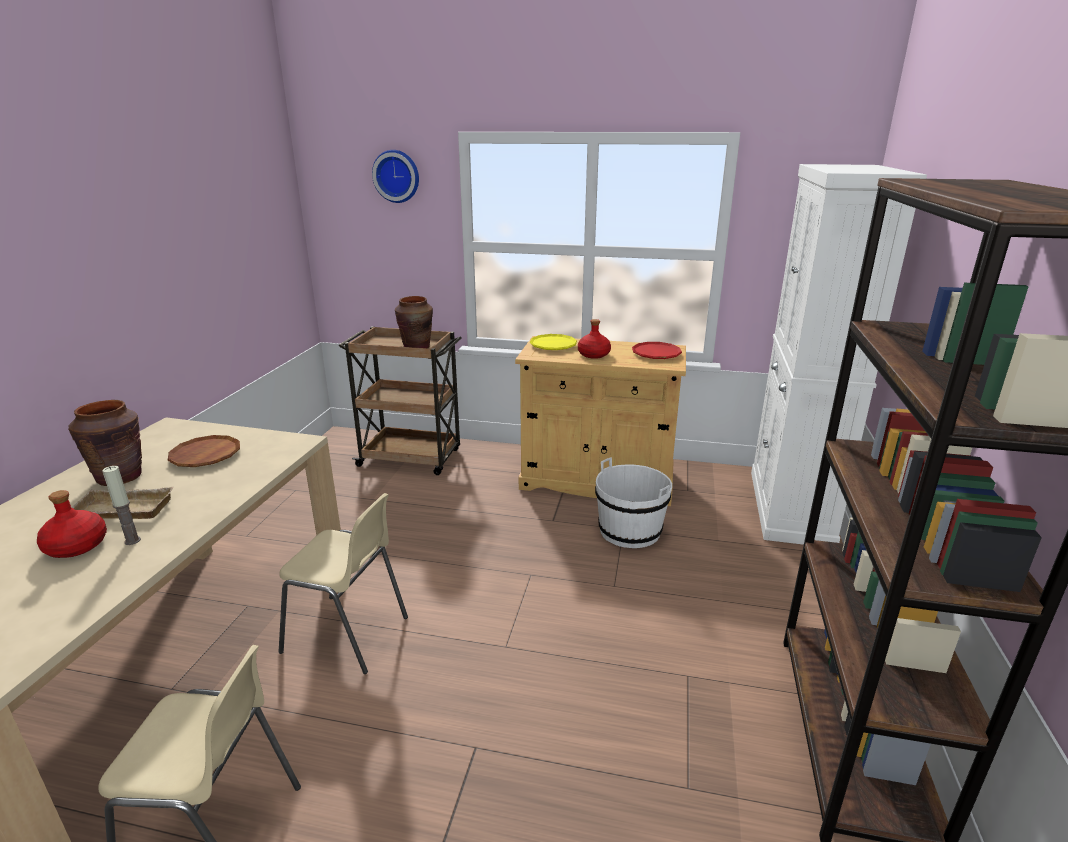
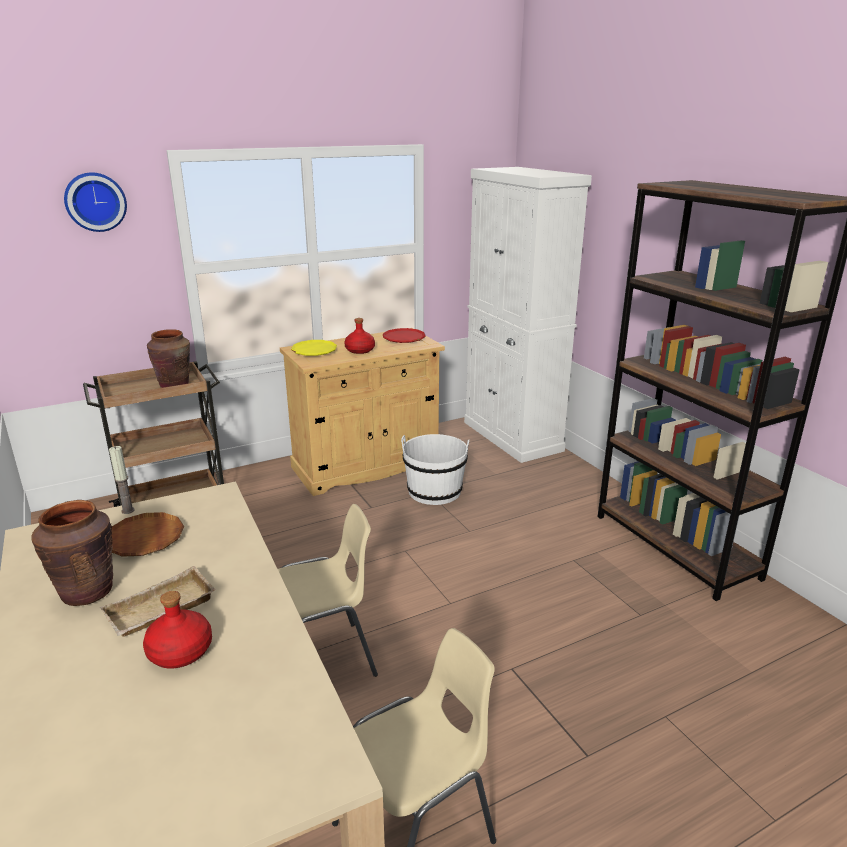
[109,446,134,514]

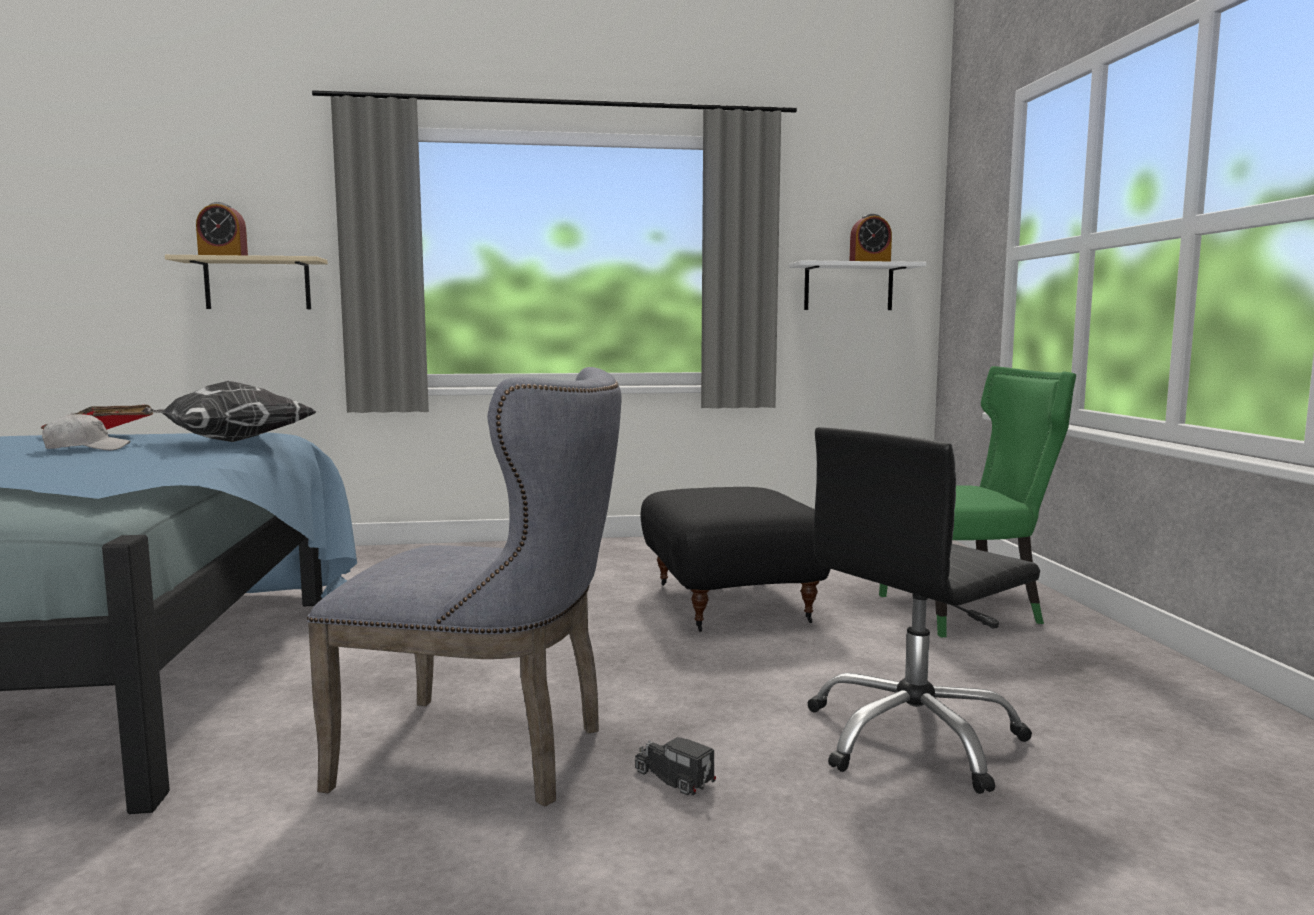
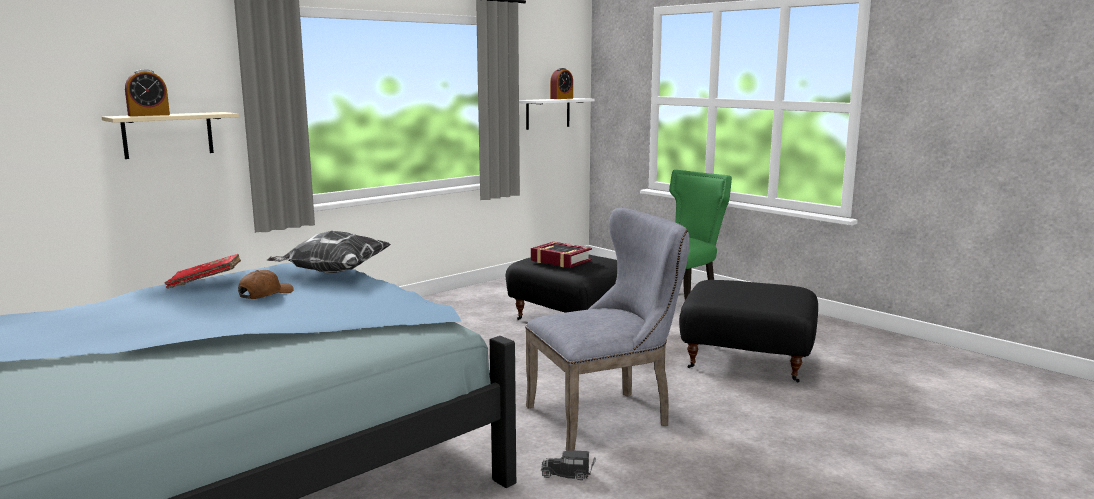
[531,242,592,268]
[541,450,596,480]
[679,280,818,382]
[238,270,294,299]

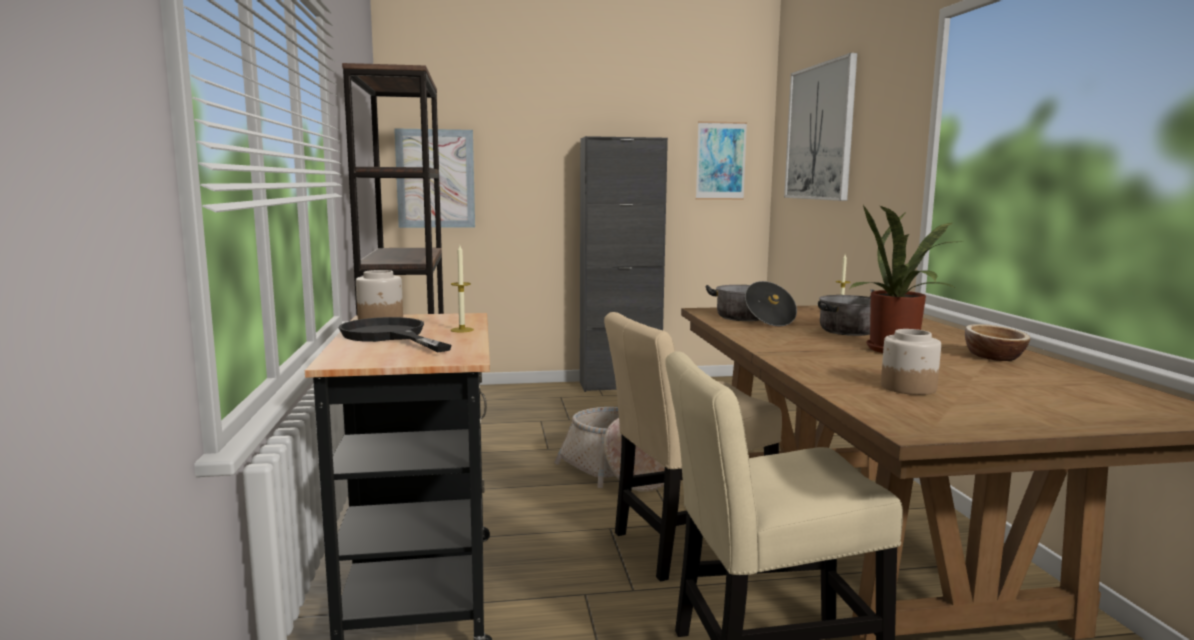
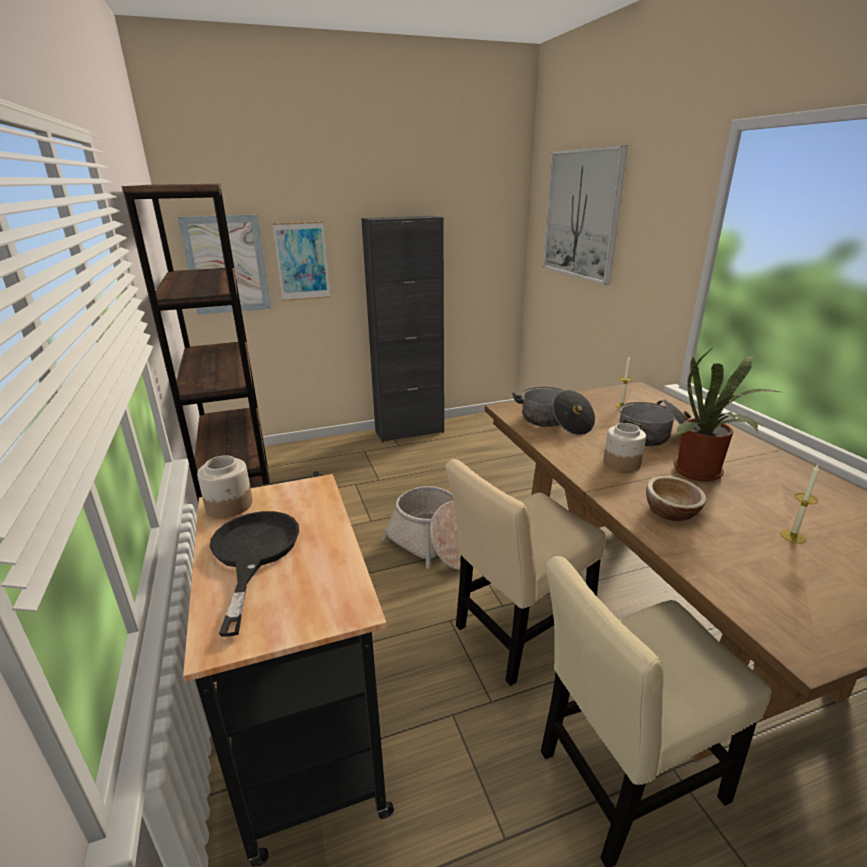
[780,465,819,543]
[272,221,330,301]
[604,423,646,472]
[646,476,706,521]
[210,511,299,637]

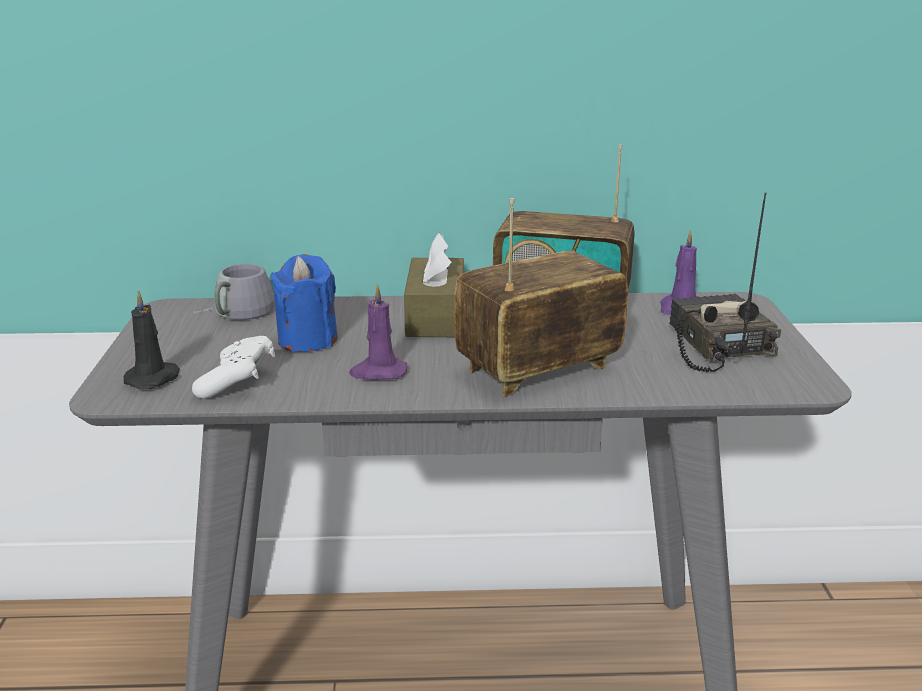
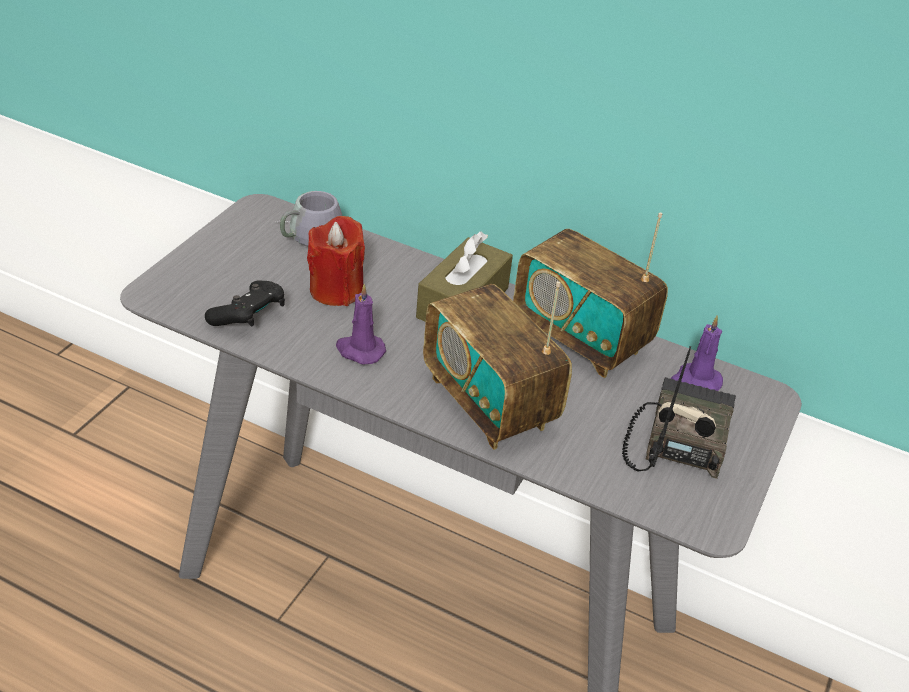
[123,290,180,390] (first image)
[205,281,285,326]
[307,216,365,306]
[423,281,572,450]

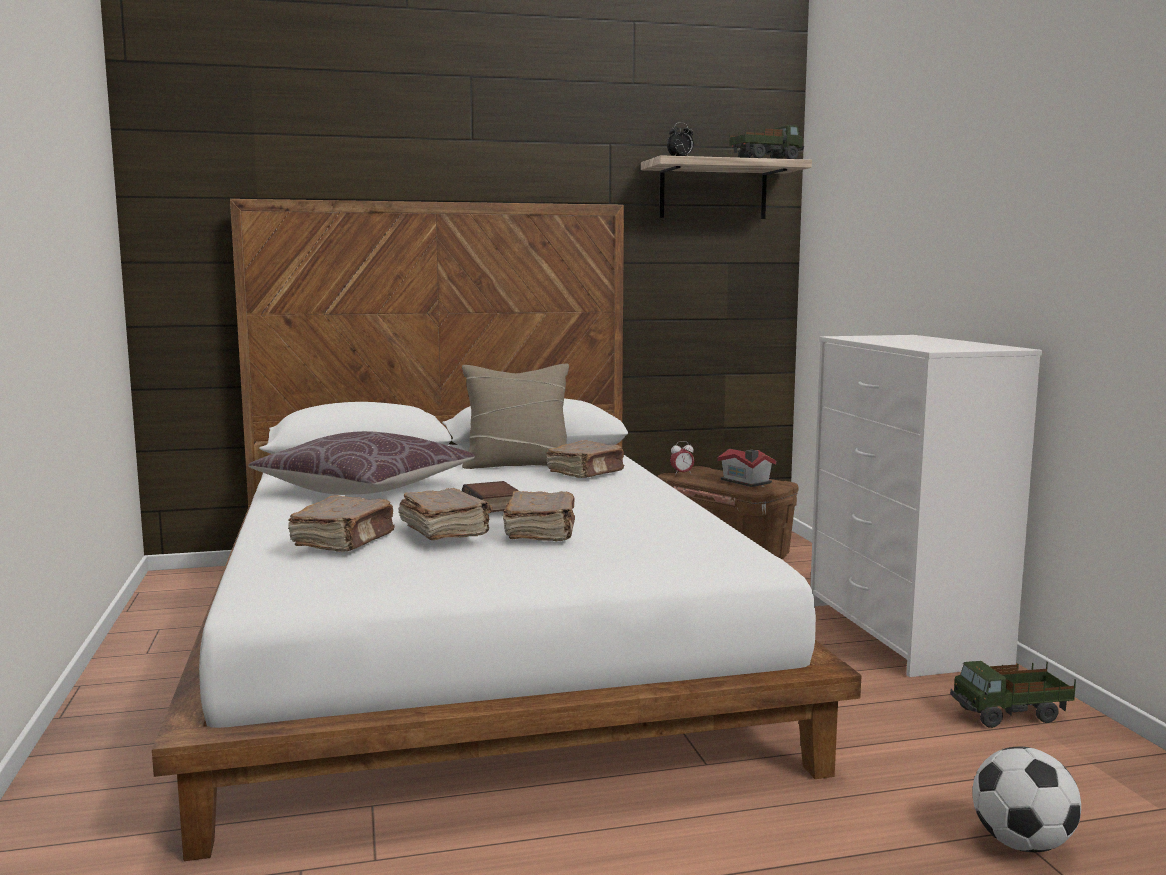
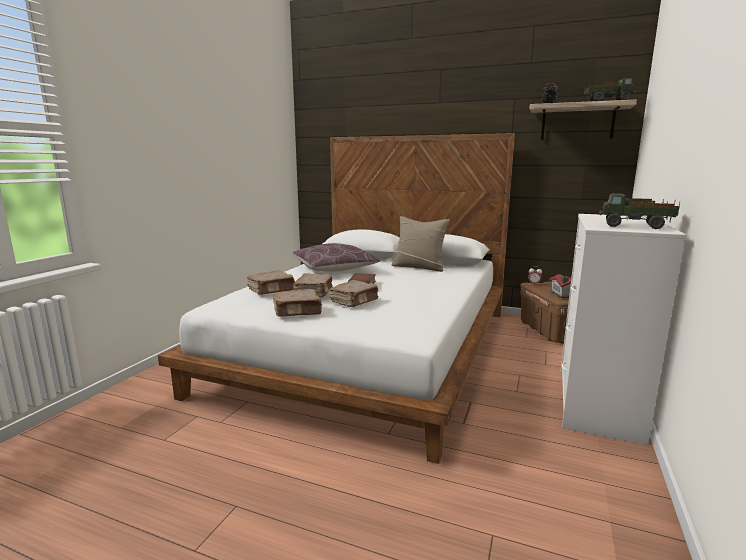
[972,747,1081,852] (first image)
[273,289,322,317]
[599,193,680,229]

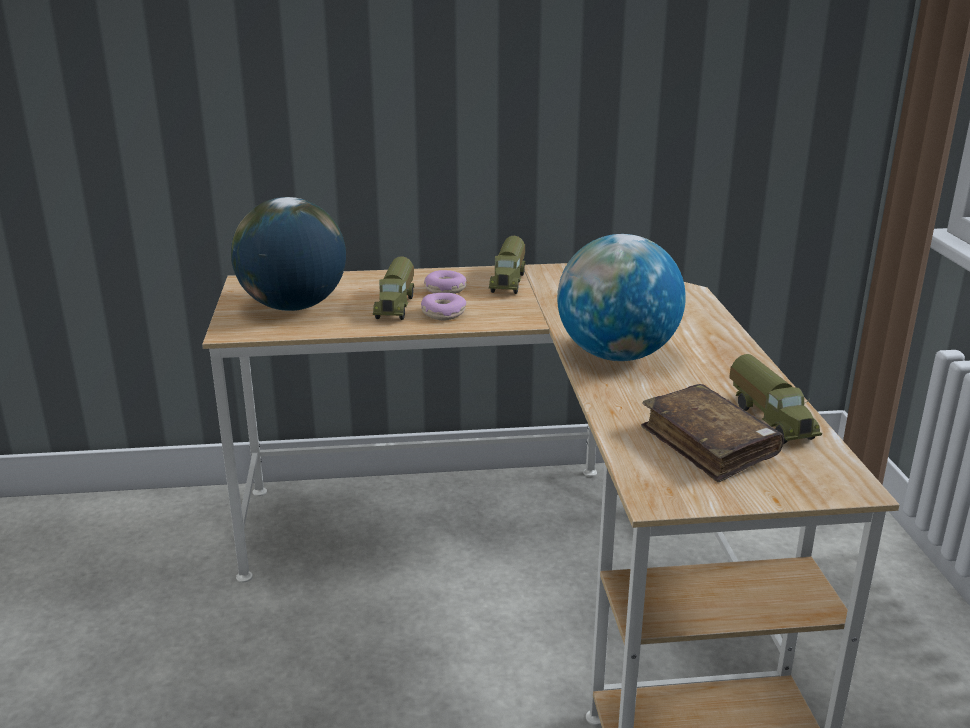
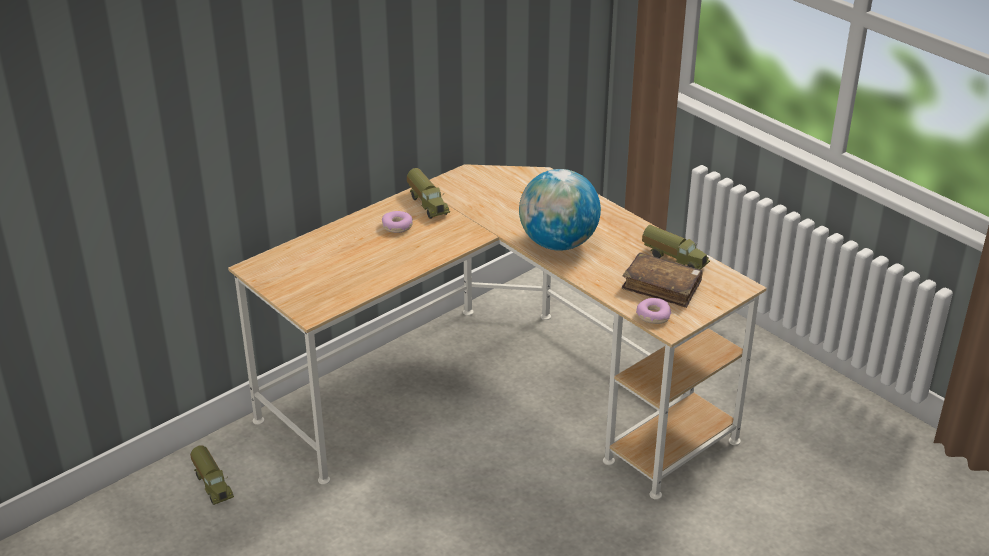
[231,197,346,311] (first image)
[190,445,234,505]
[636,298,671,324]

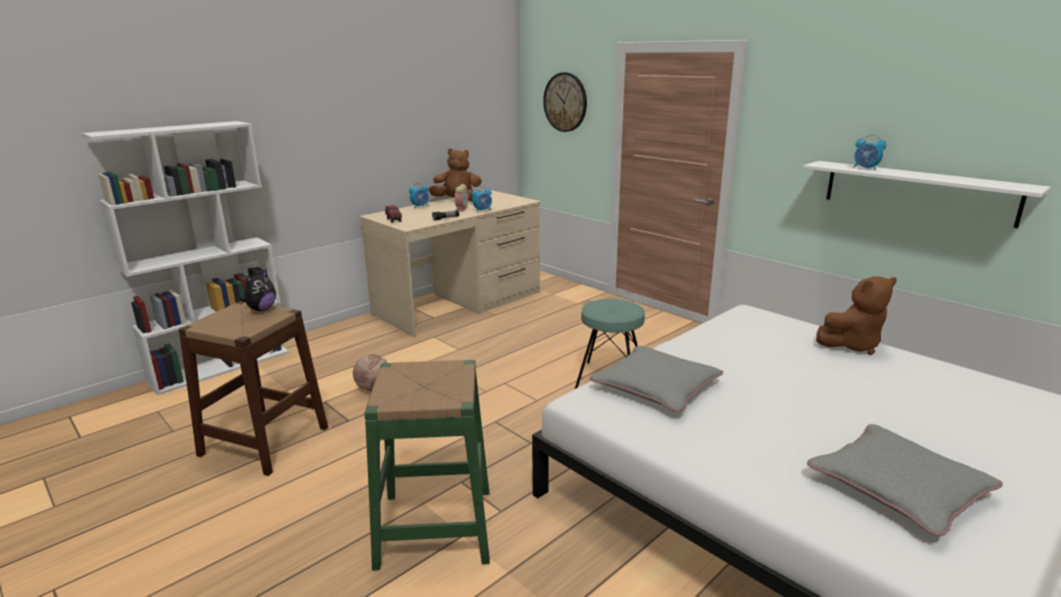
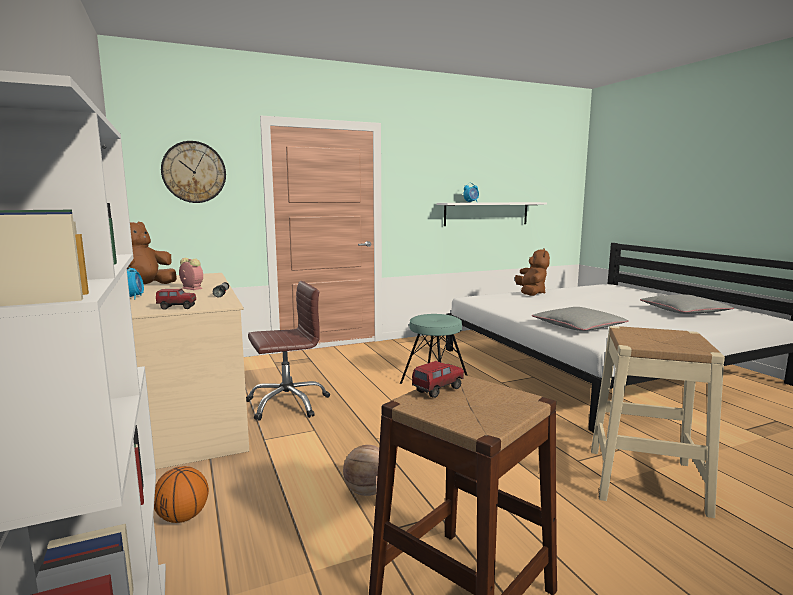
[472,186,492,212] (first image)
[154,466,209,523]
[246,281,330,421]
[412,361,464,398]
[591,326,725,518]

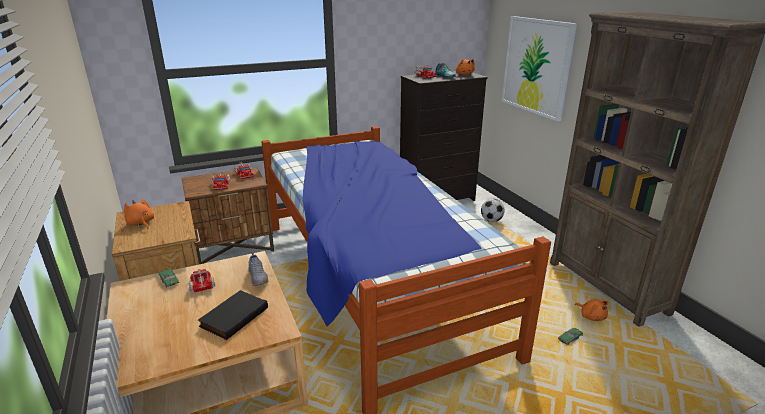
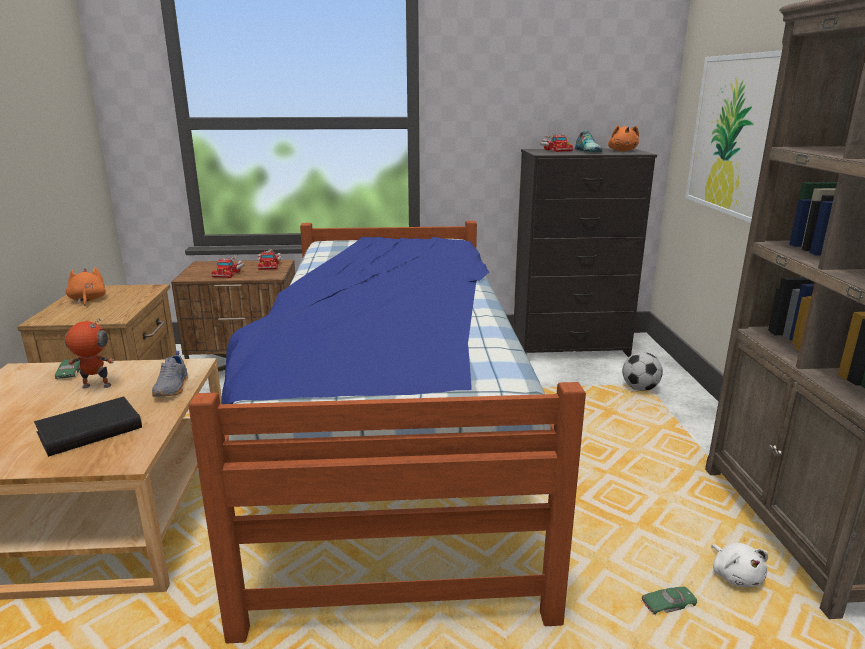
[65,318,114,388]
[711,543,768,587]

